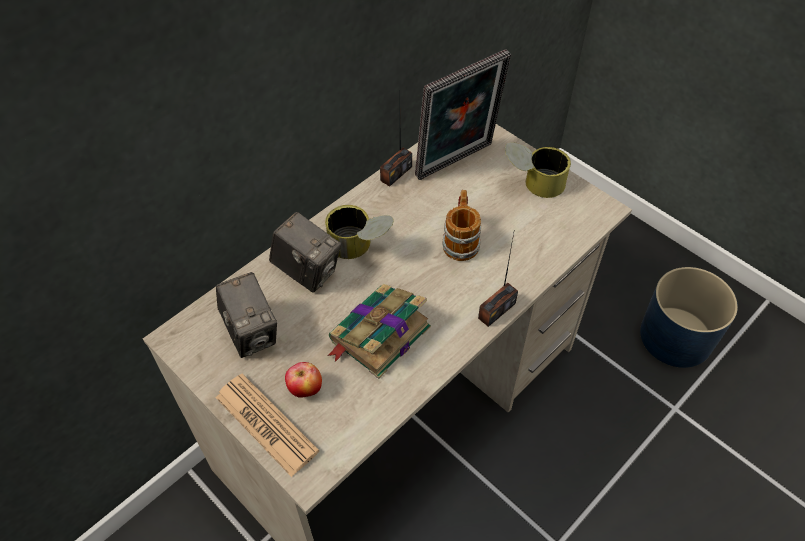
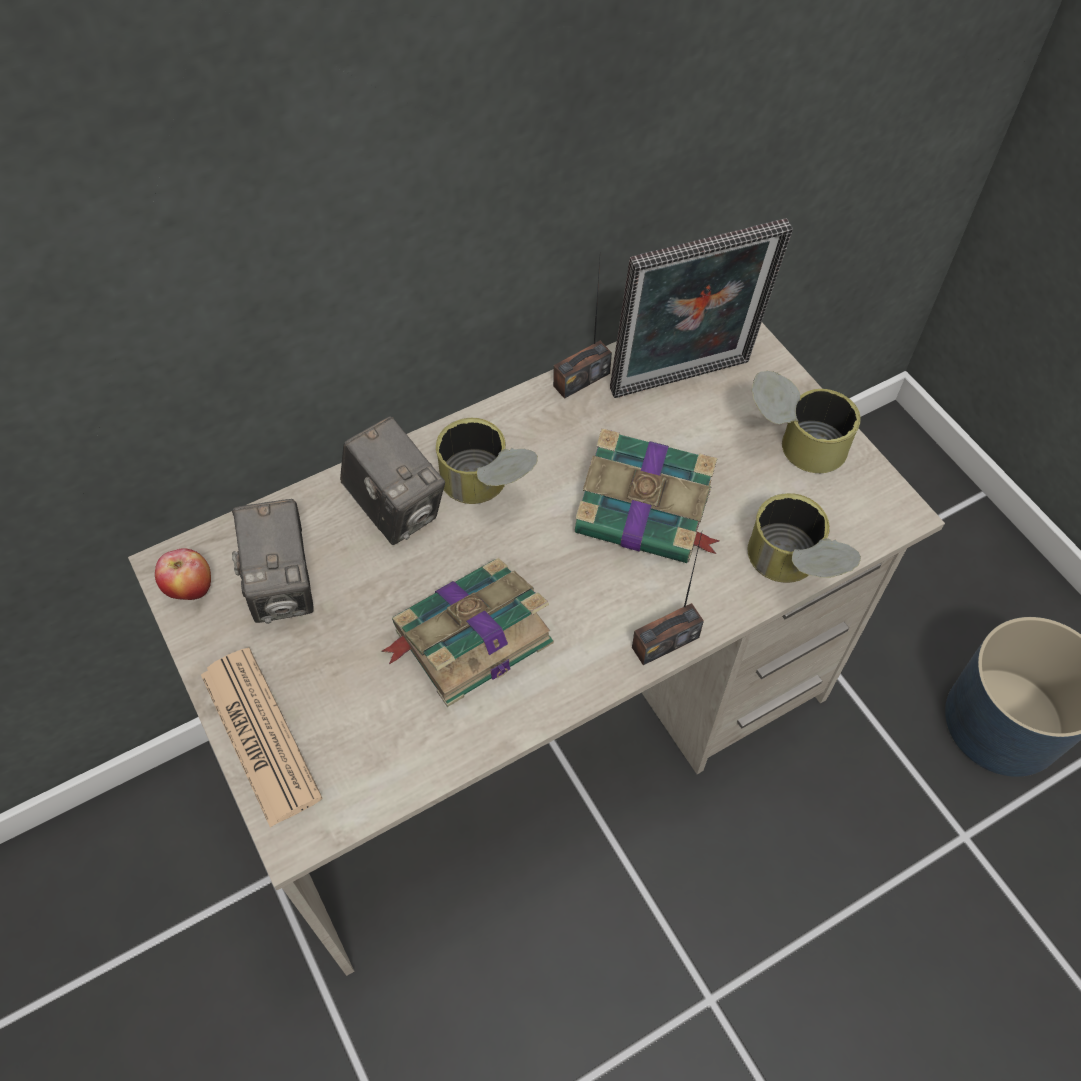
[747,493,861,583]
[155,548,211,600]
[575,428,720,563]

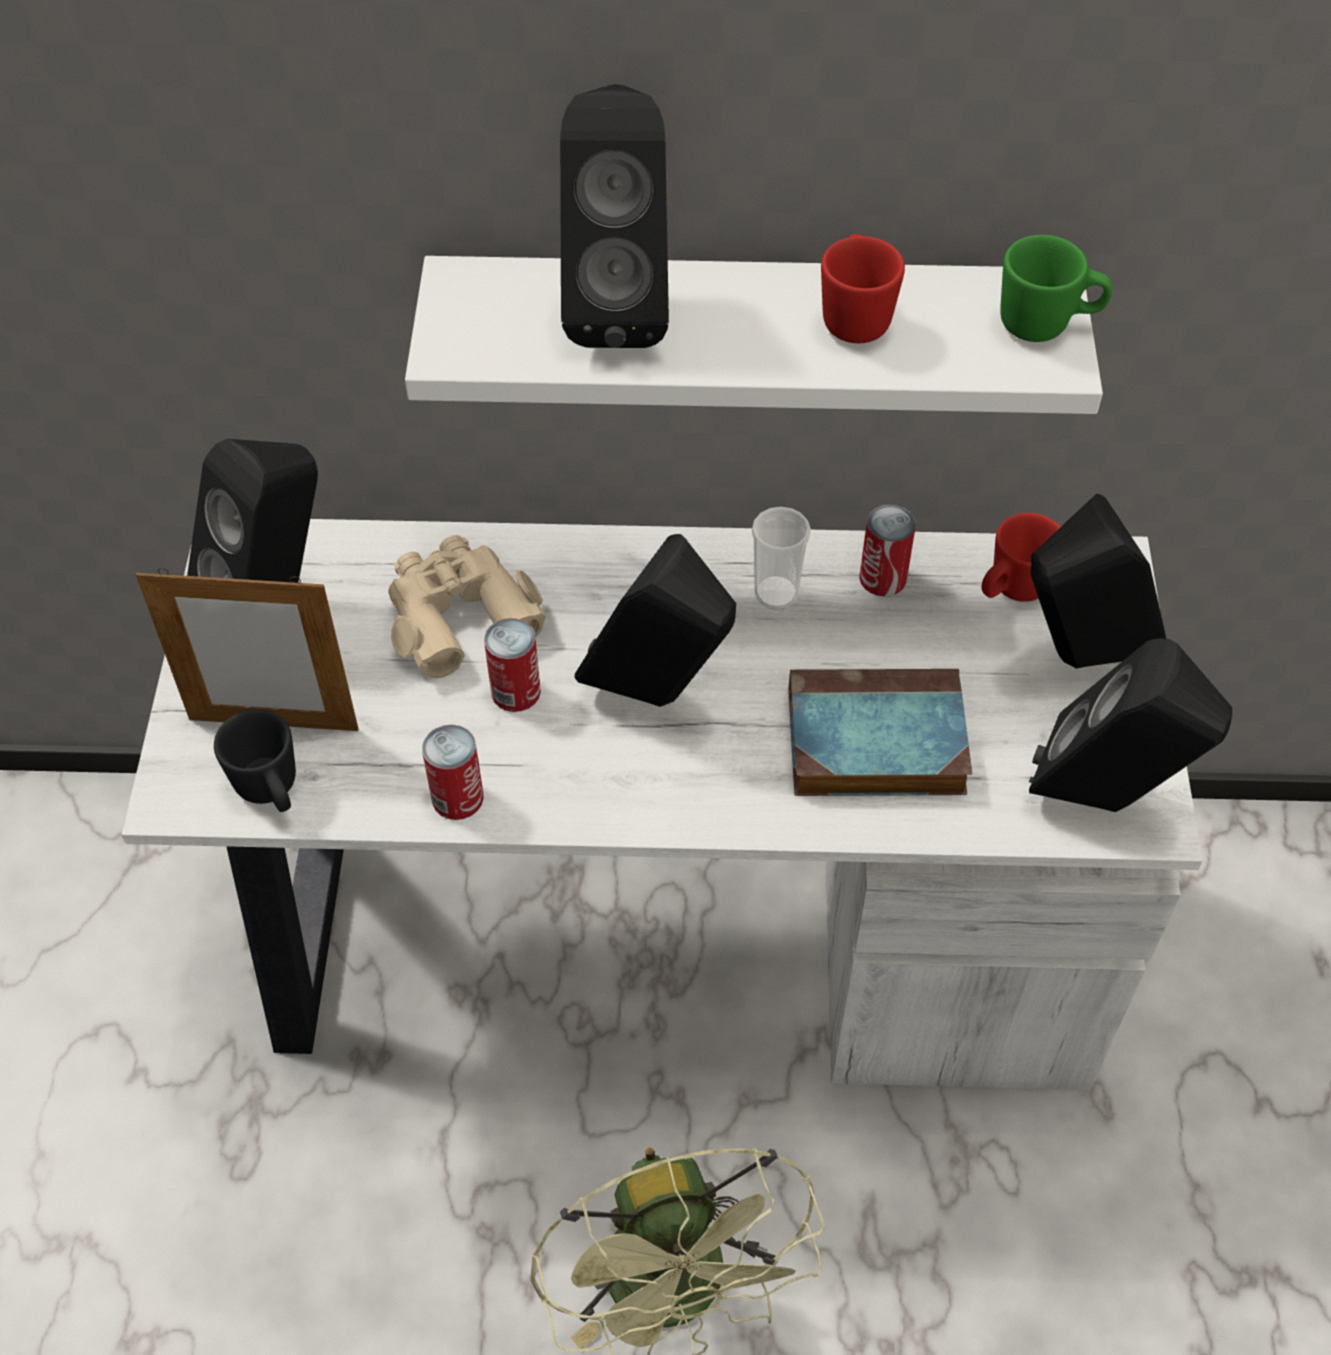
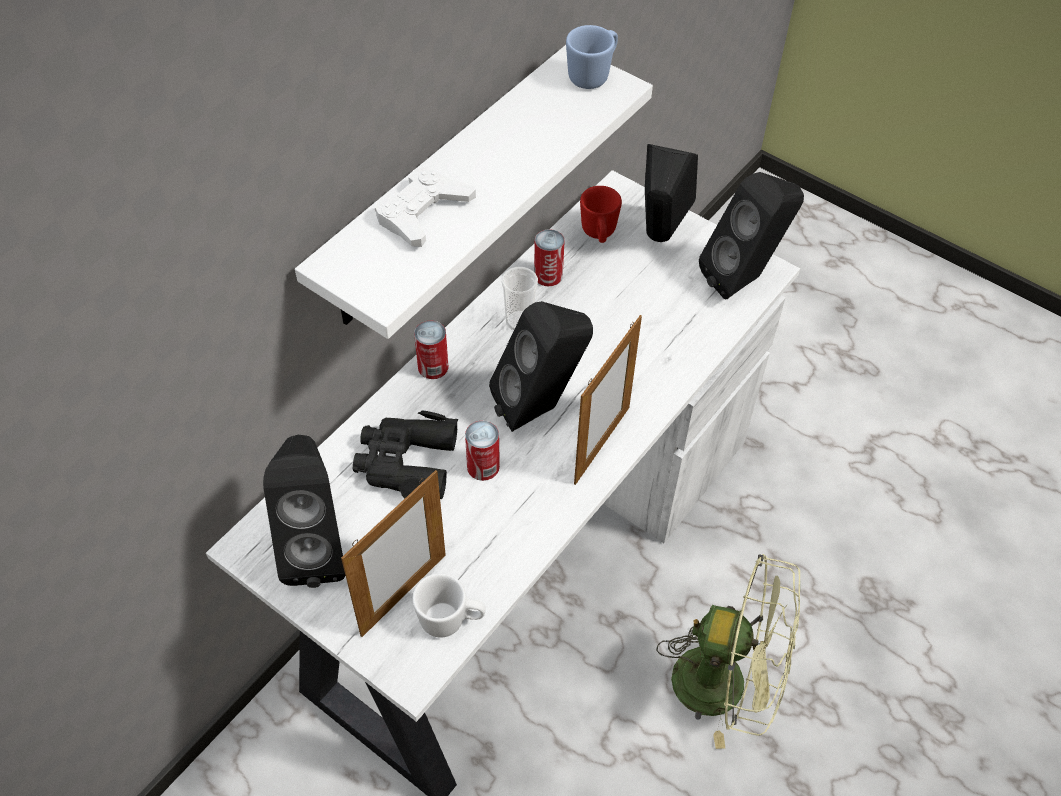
[788,669,972,796] (first image)
[821,234,905,343] (first image)
[574,315,642,485]
[414,320,449,379]
[375,166,476,247]
[412,573,486,637]
[352,410,458,499]
[566,25,618,89]

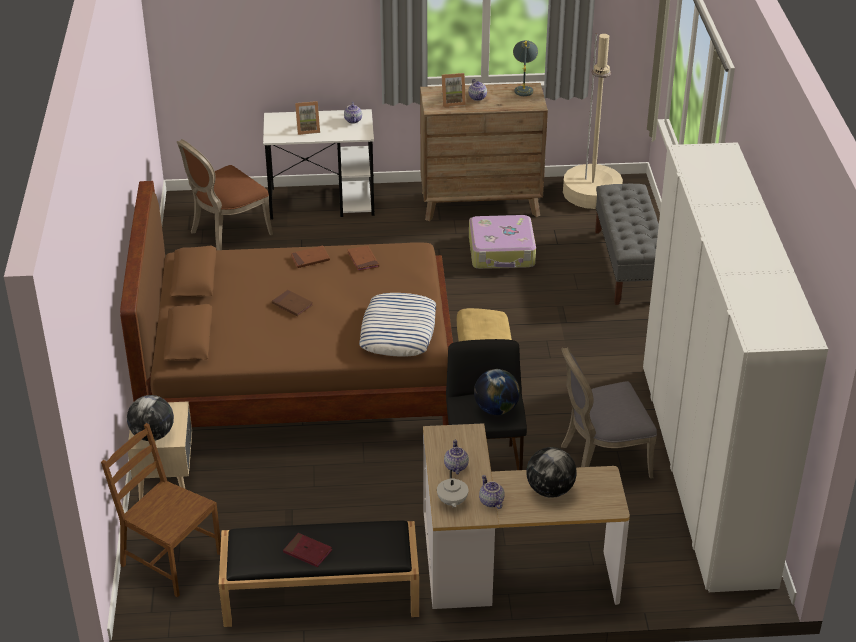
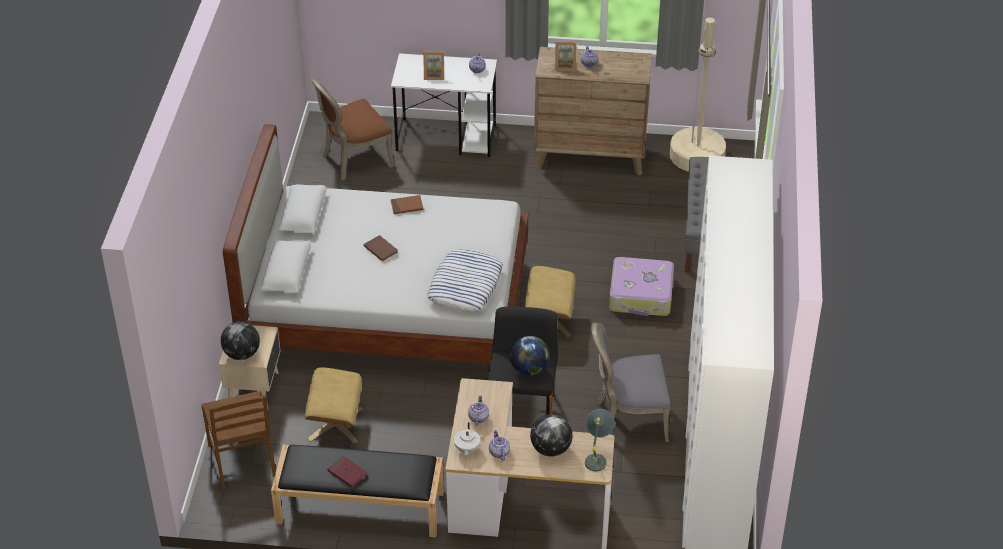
[347,246,379,271] (first image)
[304,367,363,444]
[609,257,674,316]
[585,409,615,471]
[223,124,528,364]
[202,391,276,490]

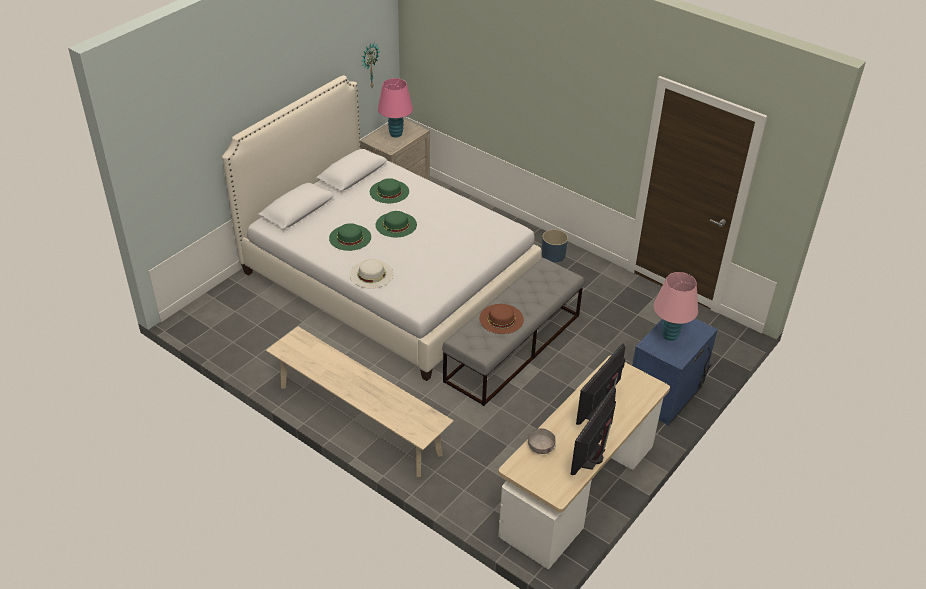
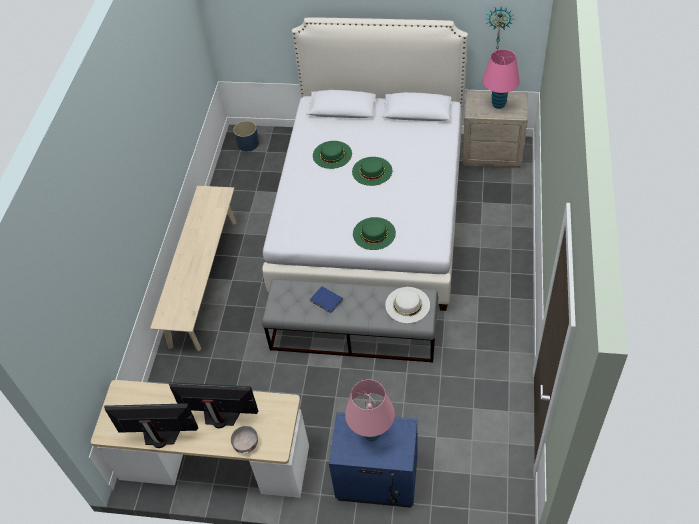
[385,287,430,323]
[353,217,396,250]
[231,426,258,454]
[233,121,259,151]
[310,286,343,313]

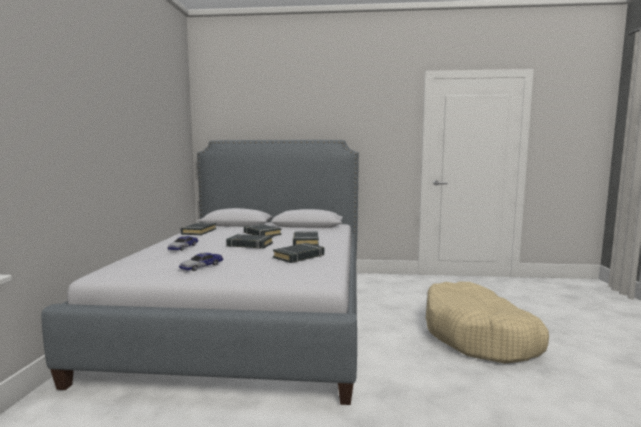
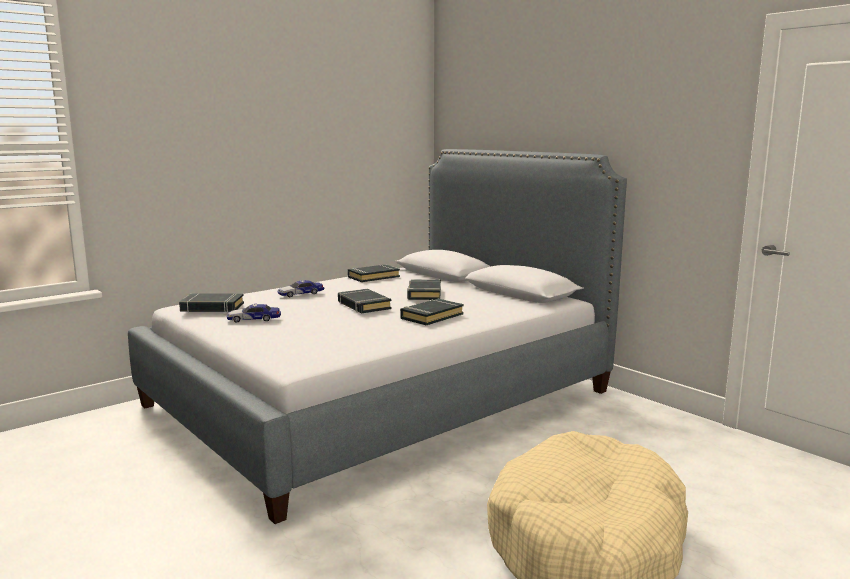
[179,293,244,313]

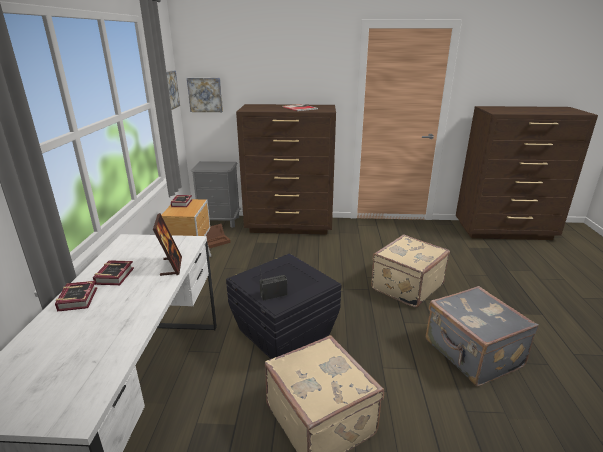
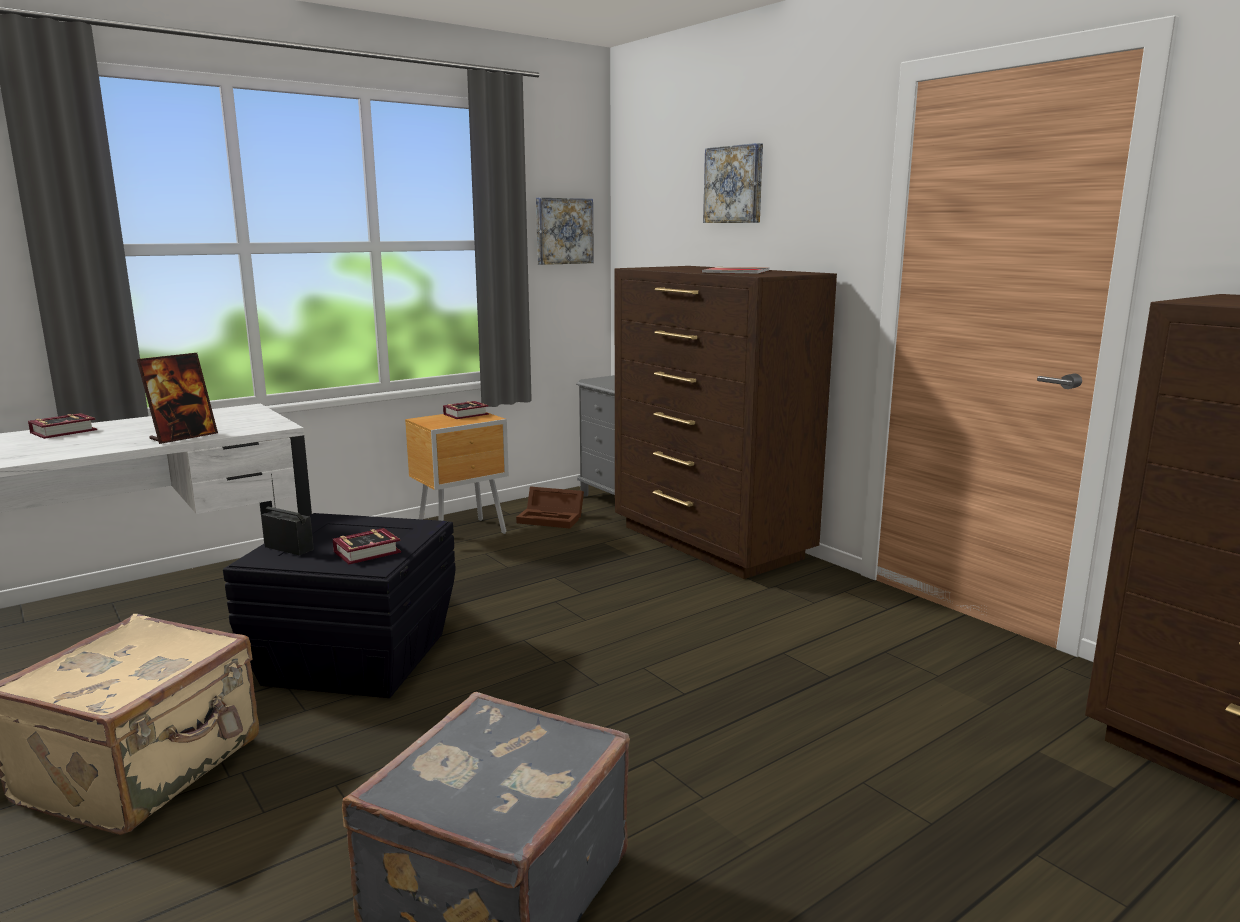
[371,234,450,308] (first image)
[333,528,401,564]
[703,143,763,223]

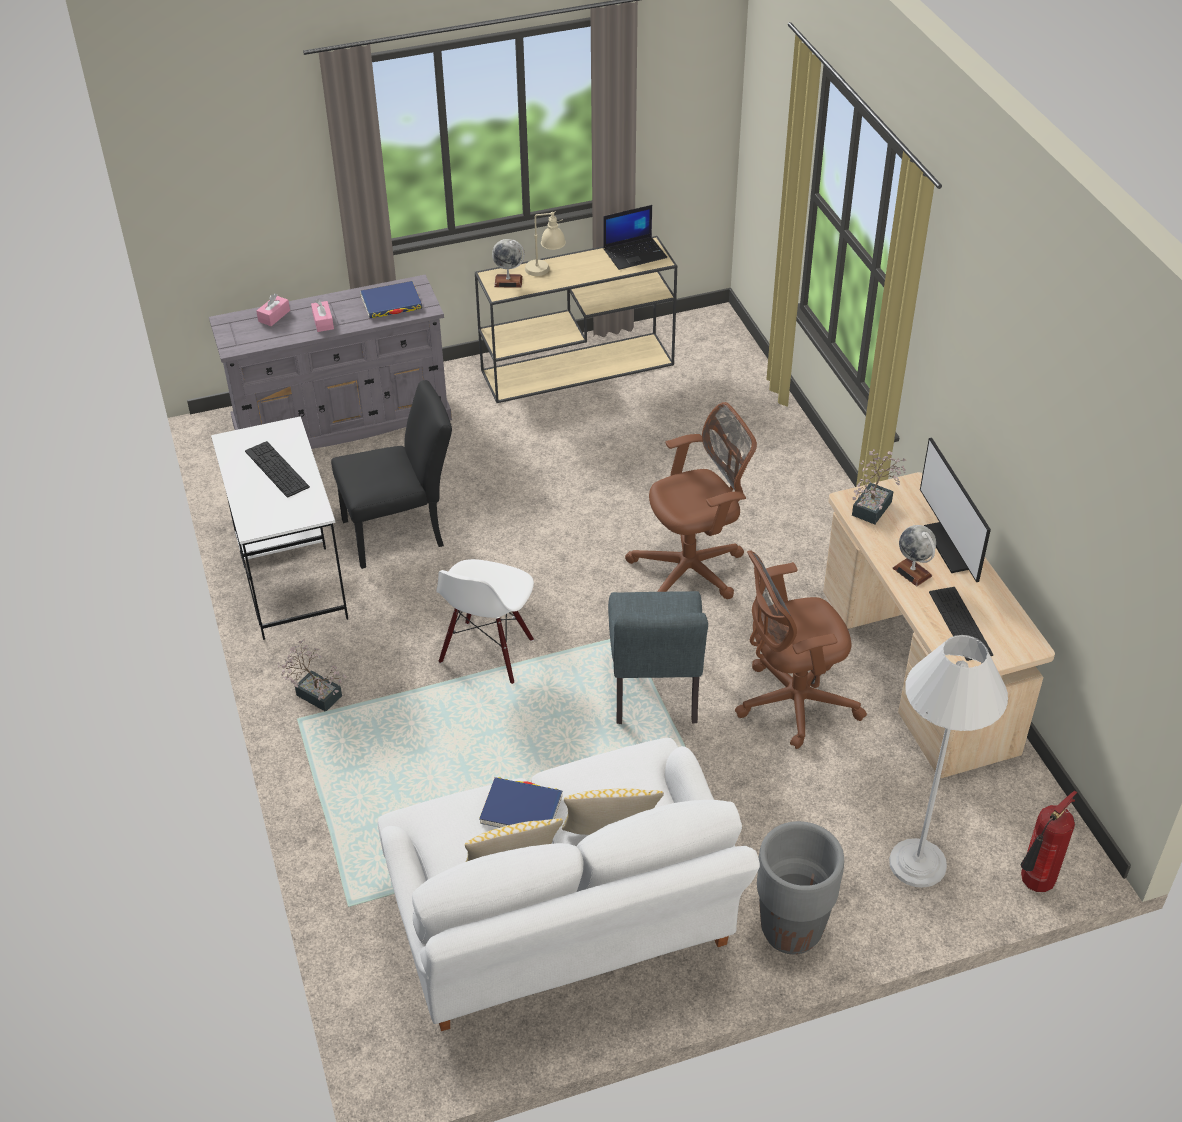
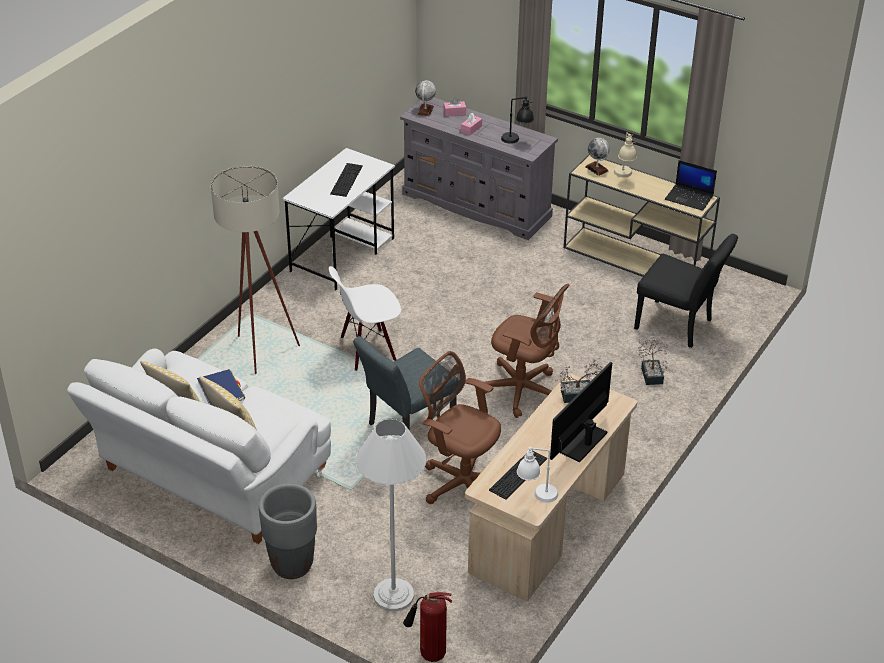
[211,165,300,374]
[517,447,558,503]
[636,336,669,385]
[634,234,738,348]
[415,80,436,116]
[501,96,534,144]

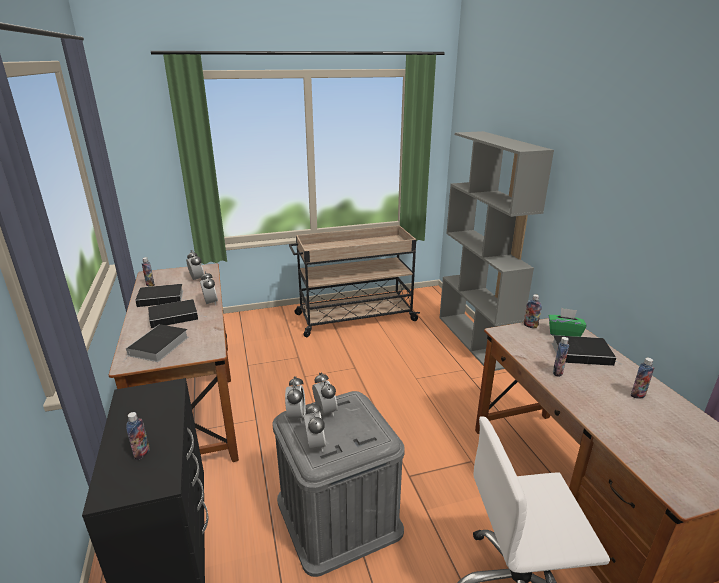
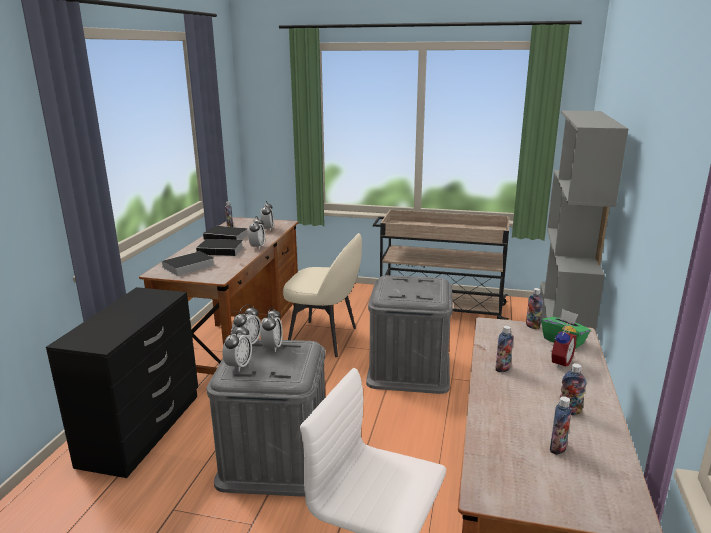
[283,233,362,357]
[366,275,453,394]
[550,396,572,455]
[550,322,577,369]

